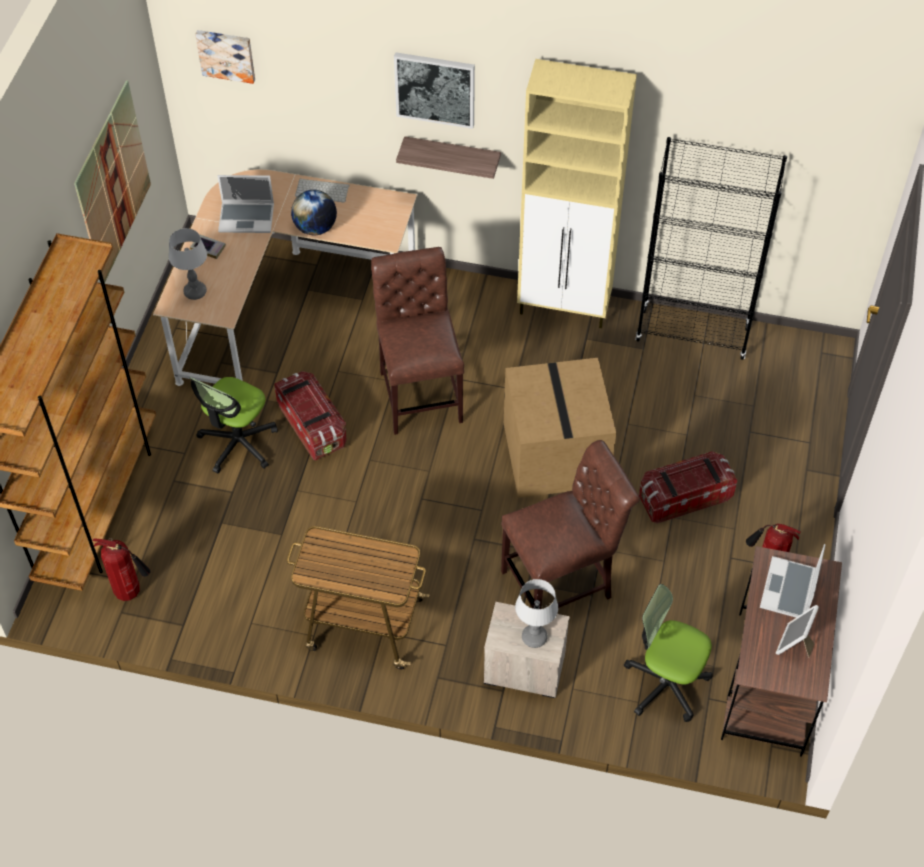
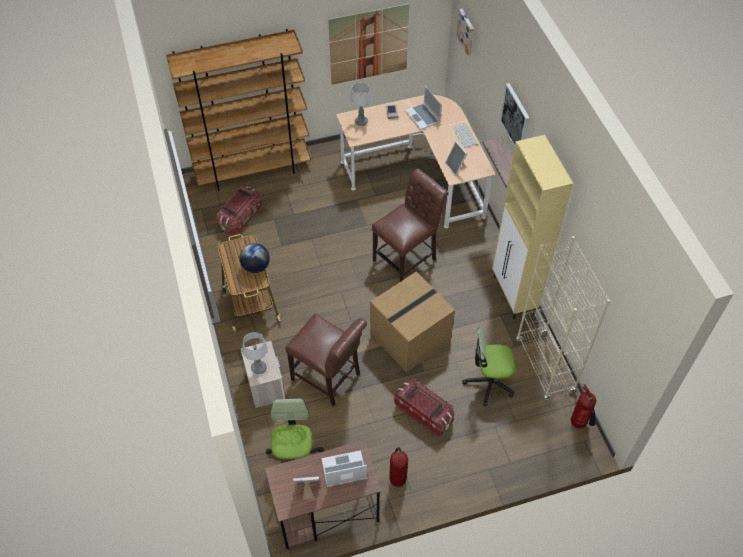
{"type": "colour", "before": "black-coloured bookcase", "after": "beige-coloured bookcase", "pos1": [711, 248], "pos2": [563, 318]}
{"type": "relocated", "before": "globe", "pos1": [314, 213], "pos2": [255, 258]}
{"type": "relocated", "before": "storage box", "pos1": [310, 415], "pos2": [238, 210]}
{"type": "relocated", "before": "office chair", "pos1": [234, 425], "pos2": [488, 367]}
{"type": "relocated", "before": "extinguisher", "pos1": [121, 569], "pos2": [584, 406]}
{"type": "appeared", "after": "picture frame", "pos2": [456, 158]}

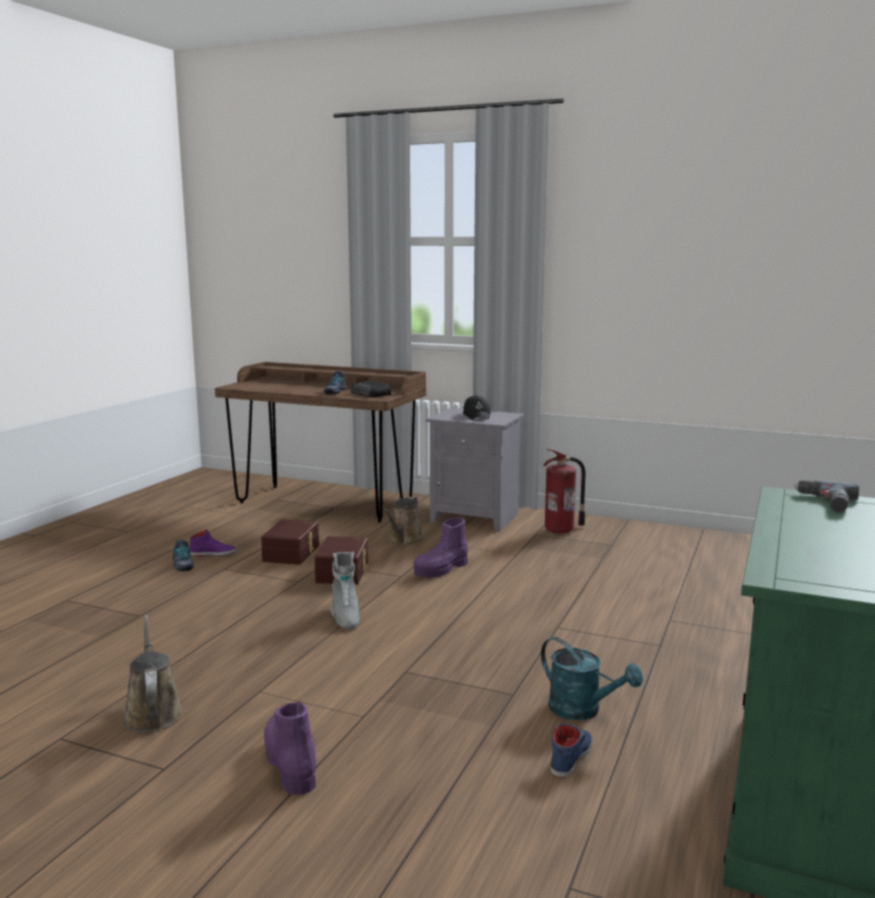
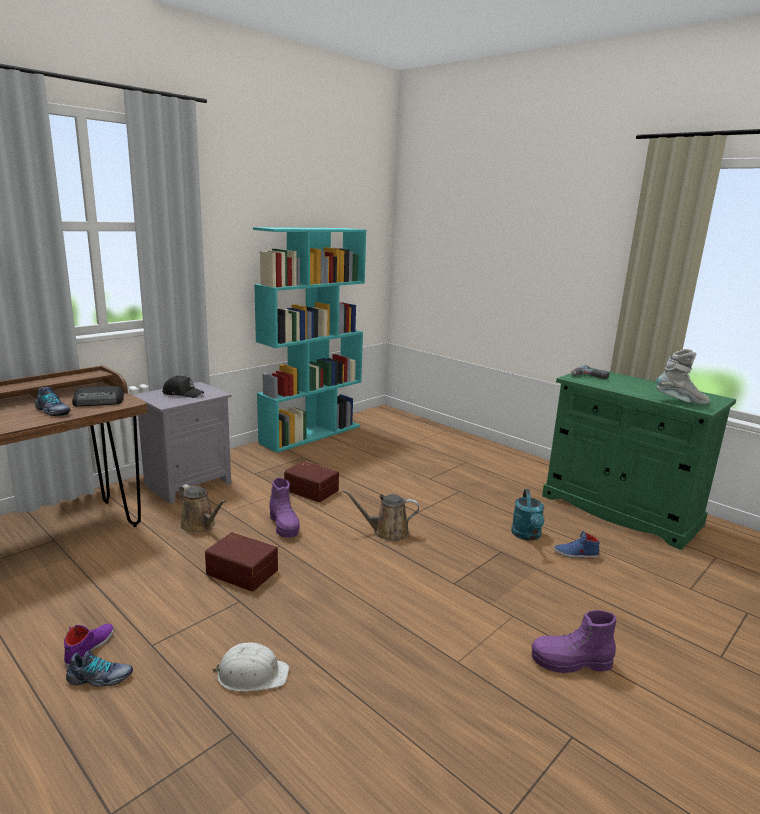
{"type": "missing", "before": "extinguisher", "pos1": [564, 491]}
{"type": "relocated", "before": "brown-coloured storage box", "pos1": [290, 542], "pos2": [311, 481]}
{"type": "relocated", "before": "gray boot", "pos1": [345, 590], "pos2": [683, 377]}
{"type": "relocated", "before": "brown-coloured watering can", "pos1": [153, 673], "pos2": [381, 515]}
{"type": "spun", "before": "blue-green watering can", "pos1": [592, 678], "pos2": [527, 515], "turn": 120}
{"type": "spun", "before": "bluish item of footwear", "pos1": [571, 750], "pos2": [577, 545], "turn": -45}
{"type": "appeared", "after": "blue-green bookcase", "pos2": [310, 340]}
{"type": "appeared", "after": "white hard hat", "pos2": [250, 667]}

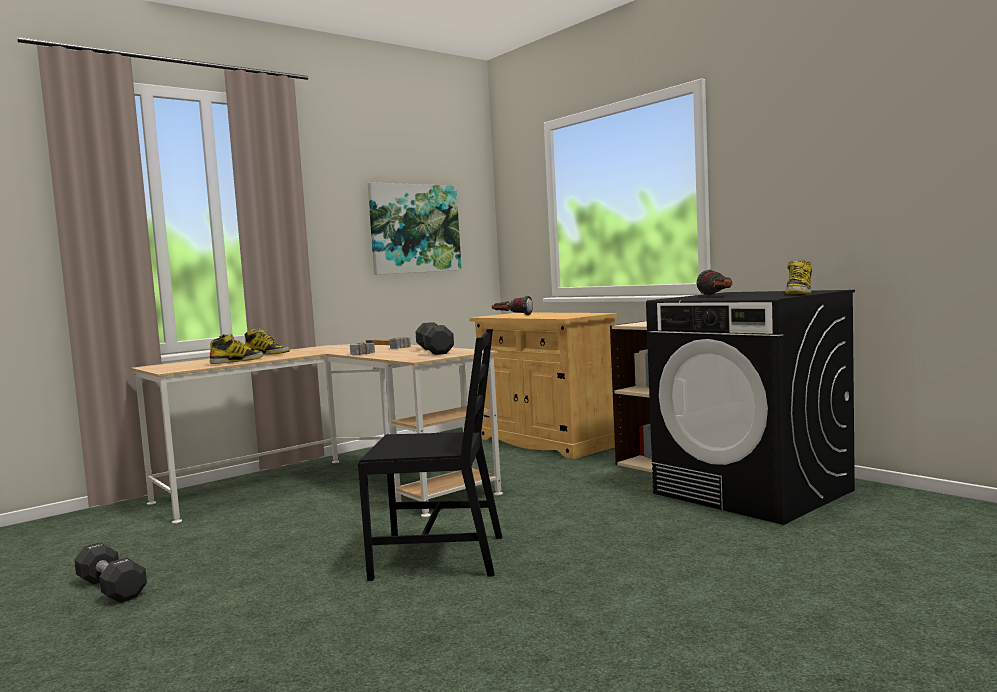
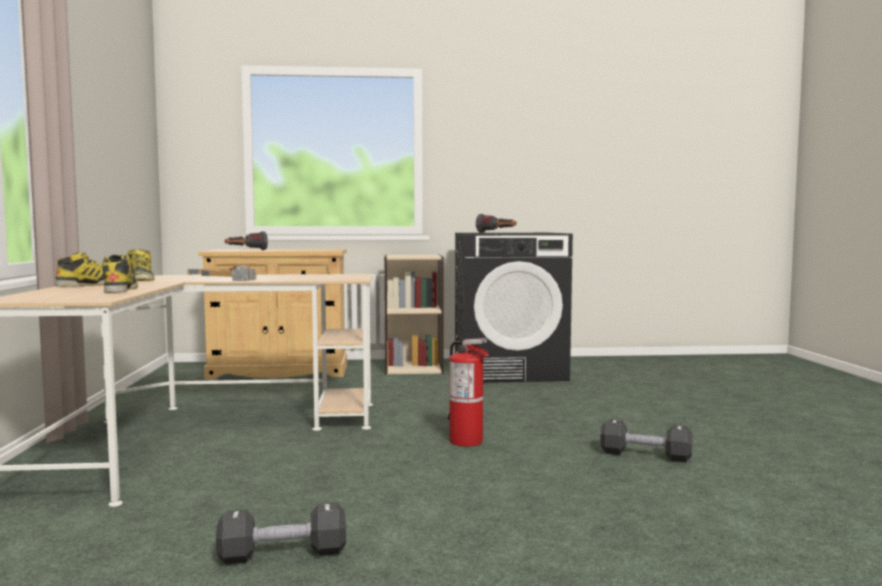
{"type": "missing", "before": "wall picture", "pos1": [415, 228]}
{"type": "relocated", "before": "boot", "pos1": [798, 277], "pos2": [141, 265]}
{"type": "relocated", "before": "black-coloured free weight", "pos1": [434, 338], "pos2": [646, 440]}
{"type": "exchanged", "before": "black-coloured chair", "after": "extinguisher", "pos1": [430, 455], "pos2": [468, 392]}

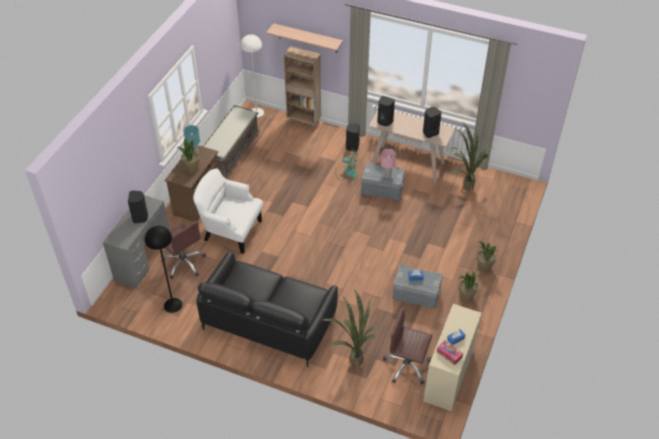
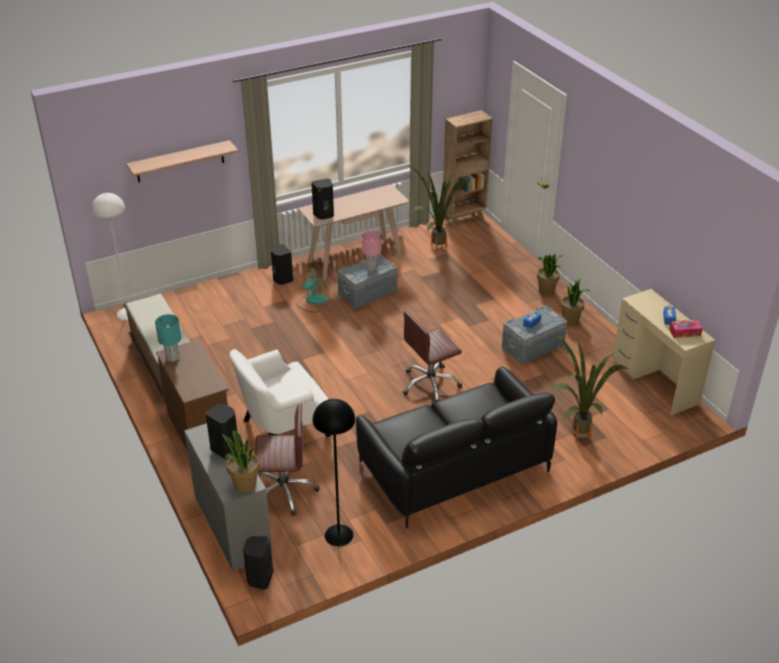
{"type": "relocated", "before": "brown-coloured bookcase", "pos1": [302, 89], "pos2": [468, 168]}
{"type": "relocated", "before": "black-coloured audio speaker", "pos1": [432, 122], "pos2": [258, 563]}
{"type": "relocated", "before": "houseplant", "pos1": [188, 155], "pos2": [240, 461]}
{"type": "relocated", "before": "brown-coloured office chair", "pos1": [407, 346], "pos2": [432, 356]}

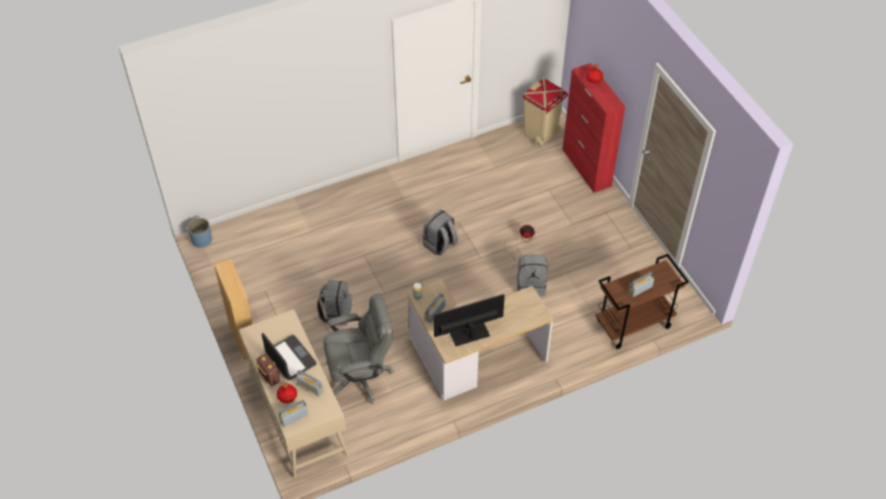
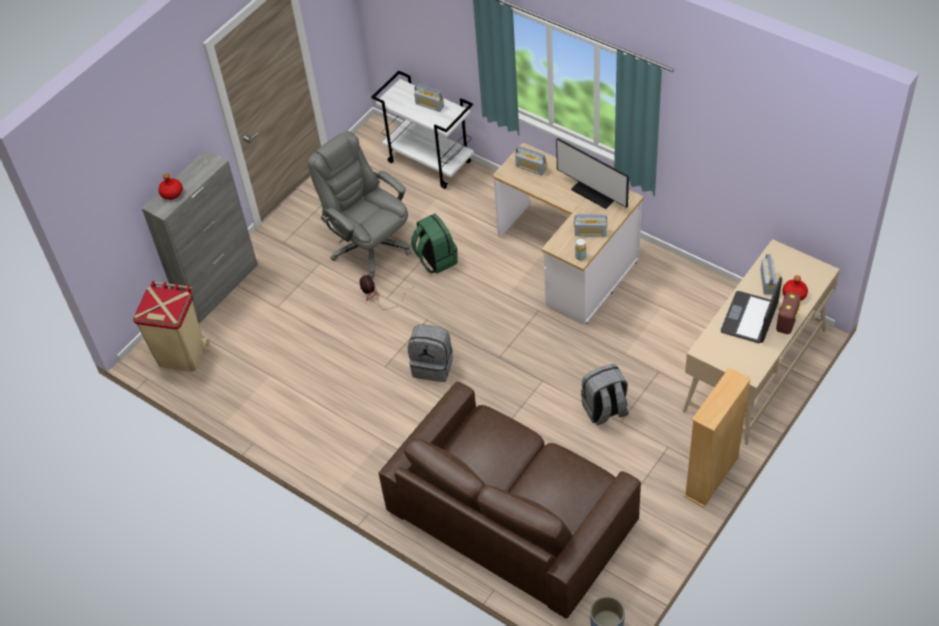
{"type": "colour", "before": "reddish cabinet", "after": "gray cabinet", "pos1": [594, 128], "pos2": [200, 236]}
{"type": "colour", "before": "brown-coloured trolley", "after": "white trolley", "pos1": [642, 301], "pos2": [422, 130]}
{"type": "colour", "before": "gray backpack", "after": "green-coloured backpack", "pos1": [532, 275], "pos2": [434, 244]}
{"type": "relocated", "before": "gray office chair", "pos1": [358, 348], "pos2": [360, 205]}
{"type": "relocated", "before": "radio receiver", "pos1": [293, 413], "pos2": [531, 160]}
{"type": "appeared", "after": "brown-coloured couch", "pos2": [510, 500]}

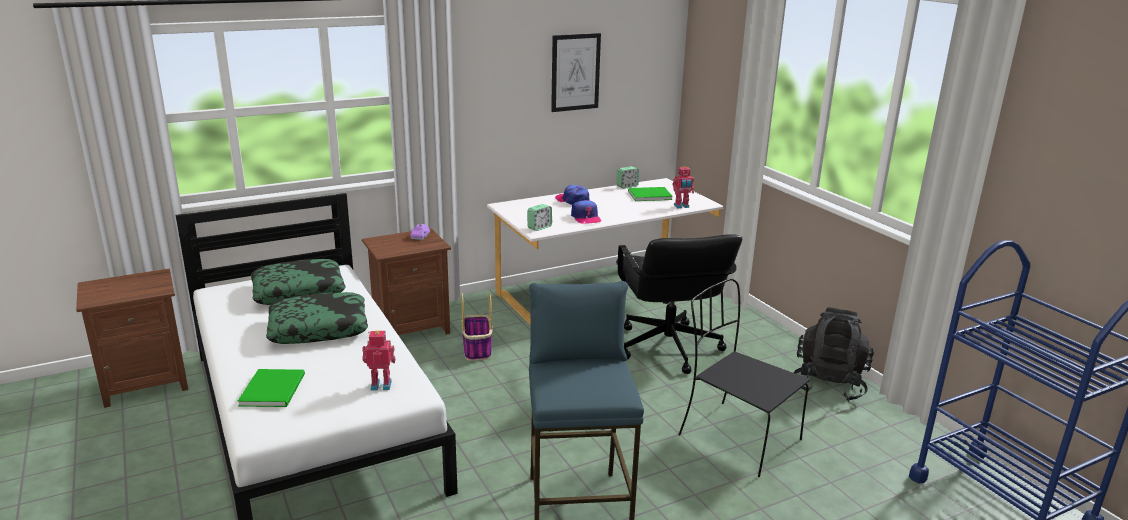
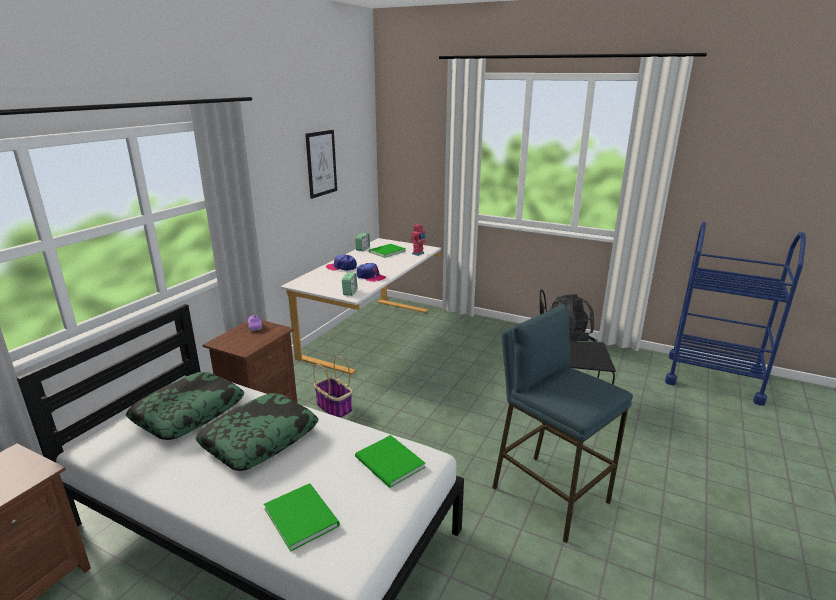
{"type": "missing", "before": "black-coloured office chair", "pos1": [679, 304]}
{"type": "exchanged", "before": "model robot", "after": "green-coloured book", "pos1": [378, 360], "pos2": [390, 461]}

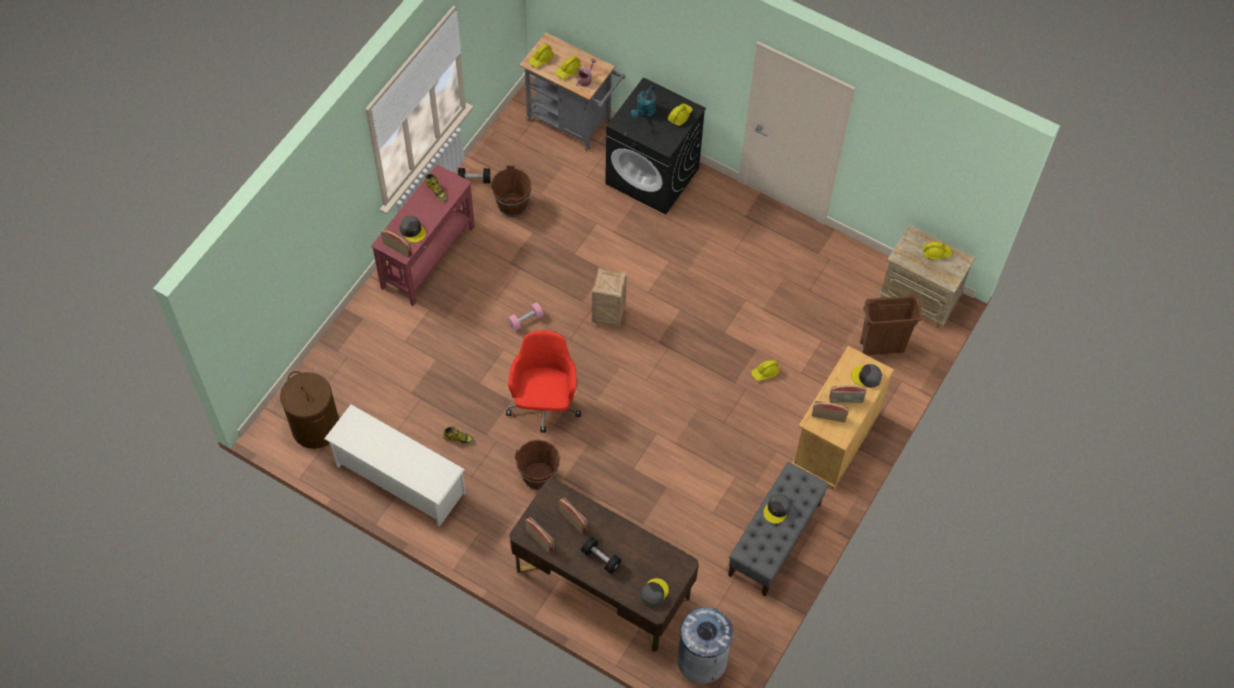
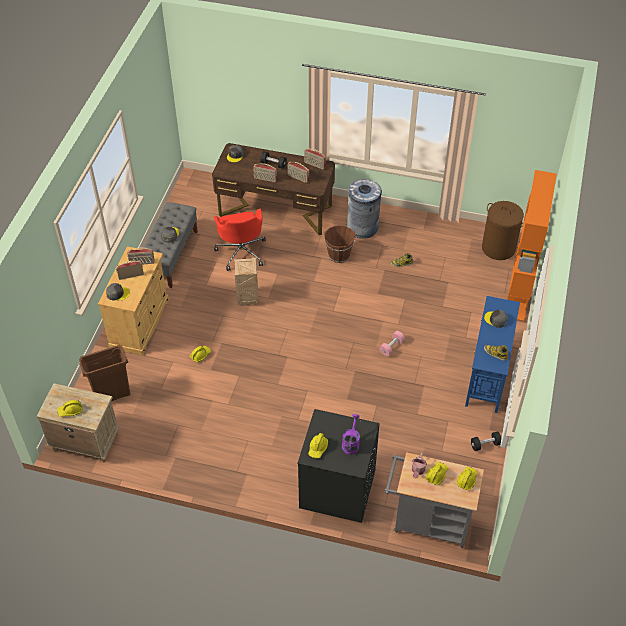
{"type": "colour", "before": "blue-green watering can", "after": "purple watering can", "pos1": [643, 101], "pos2": [351, 434]}
{"type": "colour", "before": "reddish narrow table", "after": "bluish narrow table", "pos1": [423, 235], "pos2": [492, 354]}
{"type": "missing", "before": "brown-coloured water bucket", "pos1": [511, 191]}
{"type": "relocated", "before": "radio receiver", "pos1": [396, 243], "pos2": [265, 172]}
{"type": "relocated", "before": "packing crate", "pos1": [609, 298], "pos2": [246, 281]}
{"type": "relocated", "before": "reddish office chair", "pos1": [543, 381], "pos2": [240, 240]}
{"type": "missing", "before": "white shoe stand", "pos1": [395, 465]}
{"type": "relocated", "before": "gray rubbish bin", "pos1": [705, 645], "pos2": [364, 209]}
{"type": "appeared", "after": "orange bookcase", "pos2": [532, 245]}

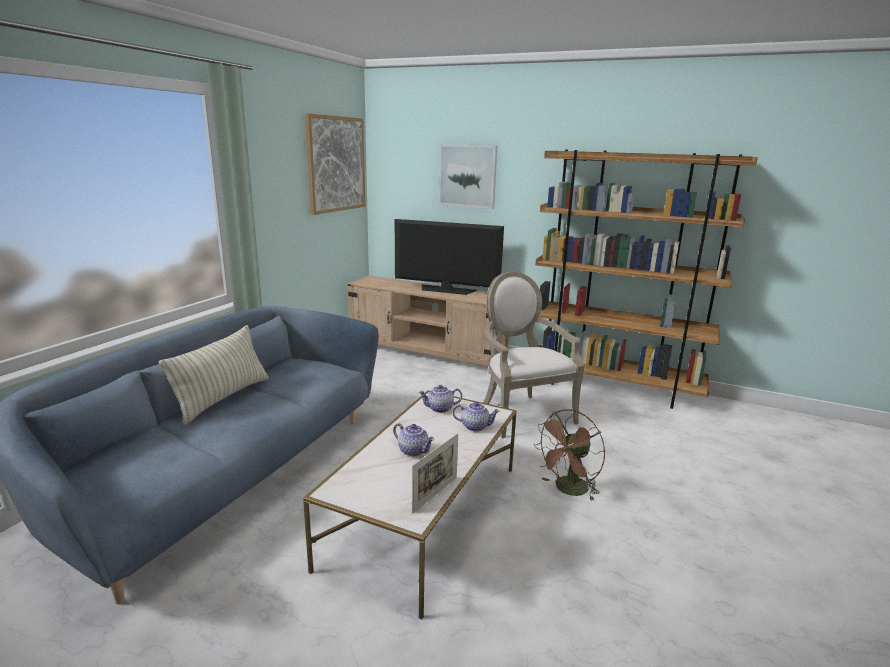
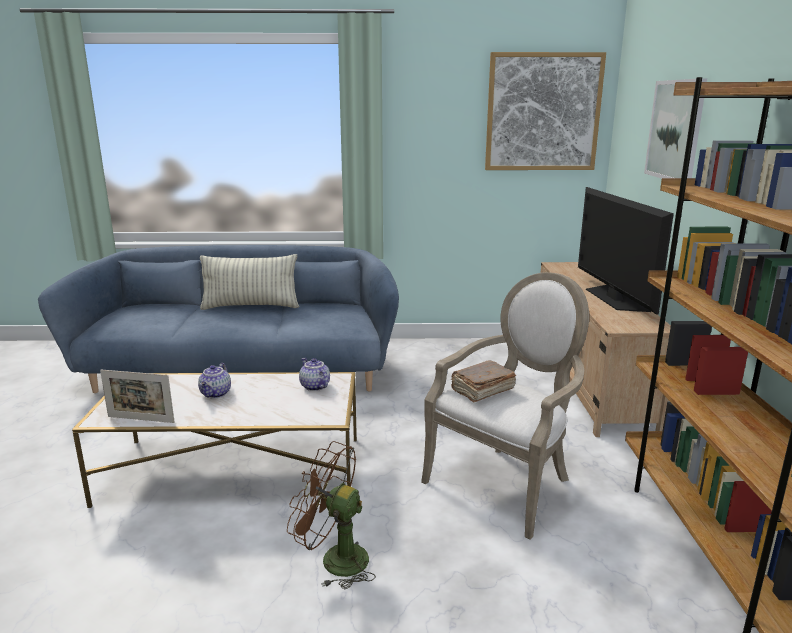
{"type": "missing", "before": "tea pot", "pos1": [476, 416]}
{"type": "appeared", "after": "brown-coloured book", "pos2": [483, 381]}

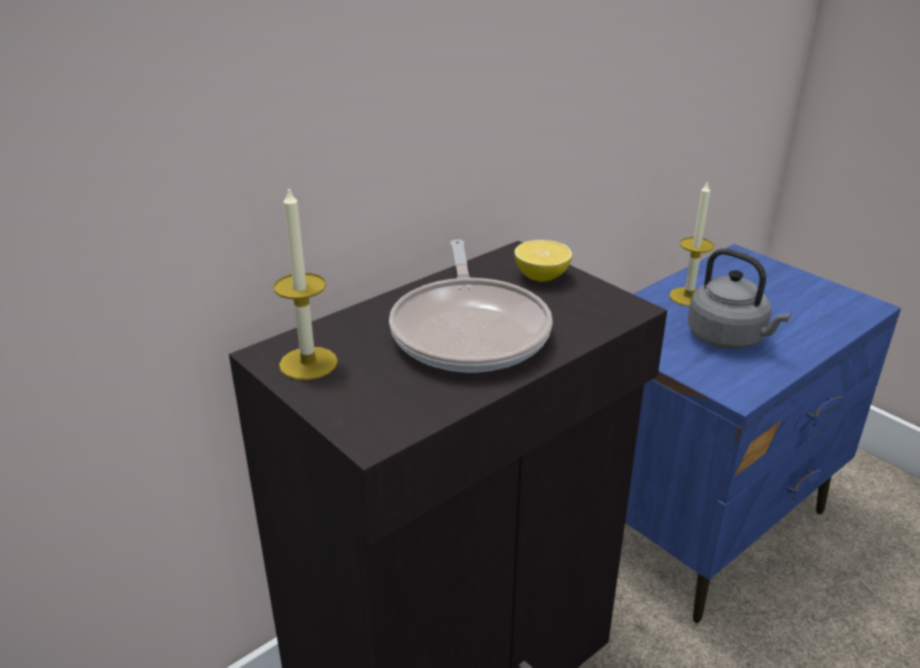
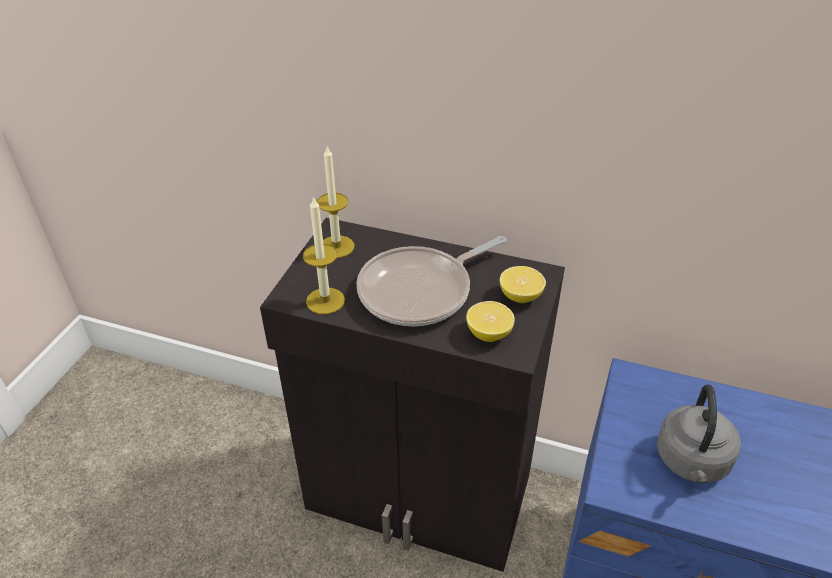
{"type": "relocated", "before": "candle", "pos1": [692, 243], "pos2": [324, 255]}
{"type": "appeared", "after": "whole lemon", "pos2": [490, 321]}

